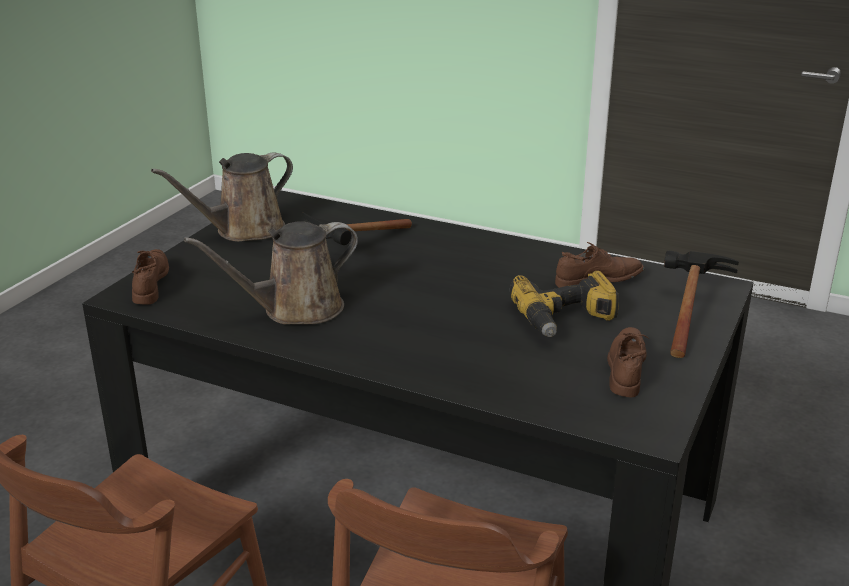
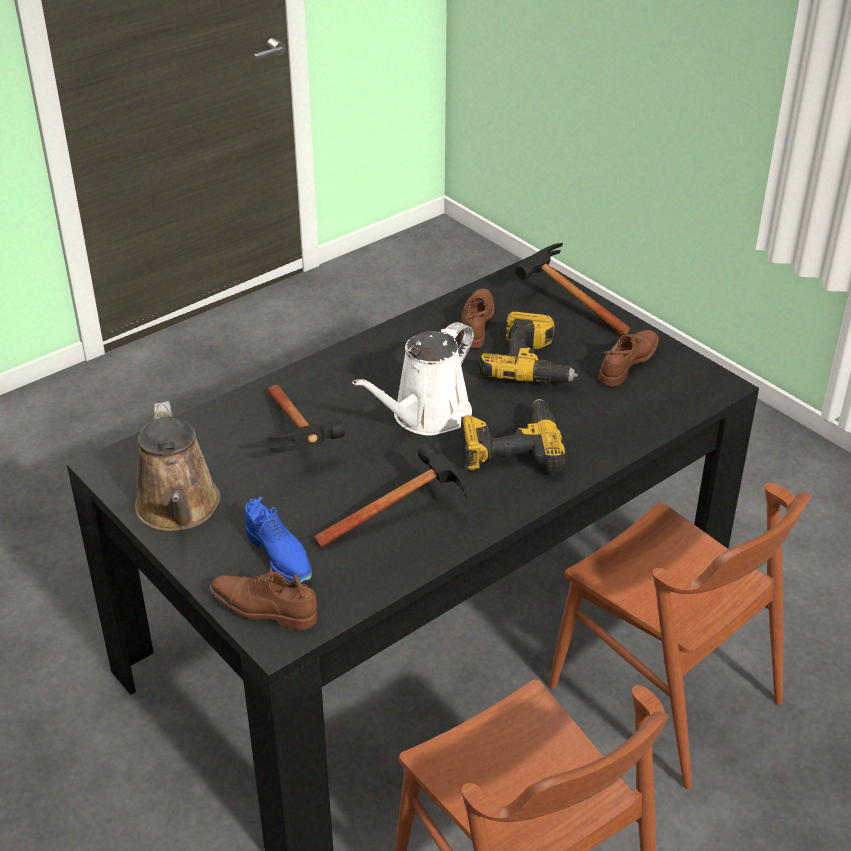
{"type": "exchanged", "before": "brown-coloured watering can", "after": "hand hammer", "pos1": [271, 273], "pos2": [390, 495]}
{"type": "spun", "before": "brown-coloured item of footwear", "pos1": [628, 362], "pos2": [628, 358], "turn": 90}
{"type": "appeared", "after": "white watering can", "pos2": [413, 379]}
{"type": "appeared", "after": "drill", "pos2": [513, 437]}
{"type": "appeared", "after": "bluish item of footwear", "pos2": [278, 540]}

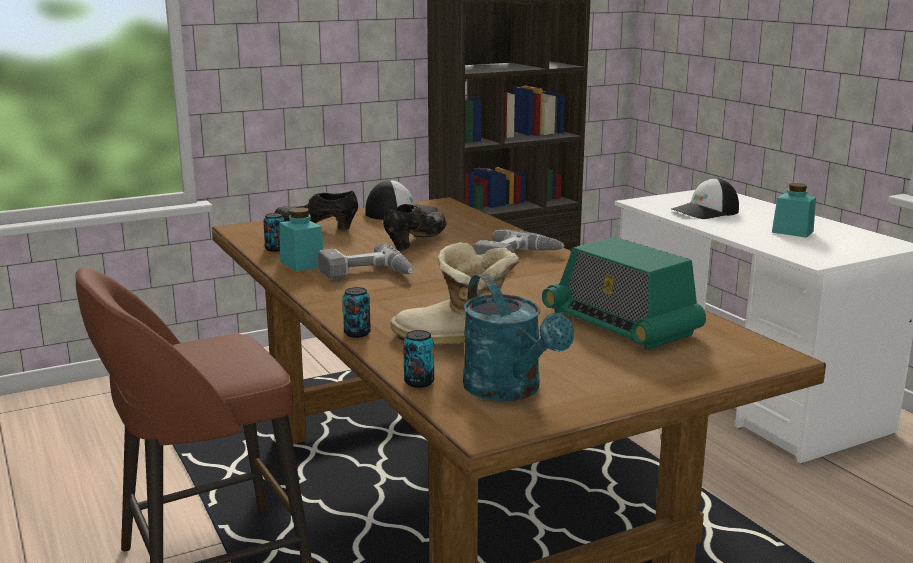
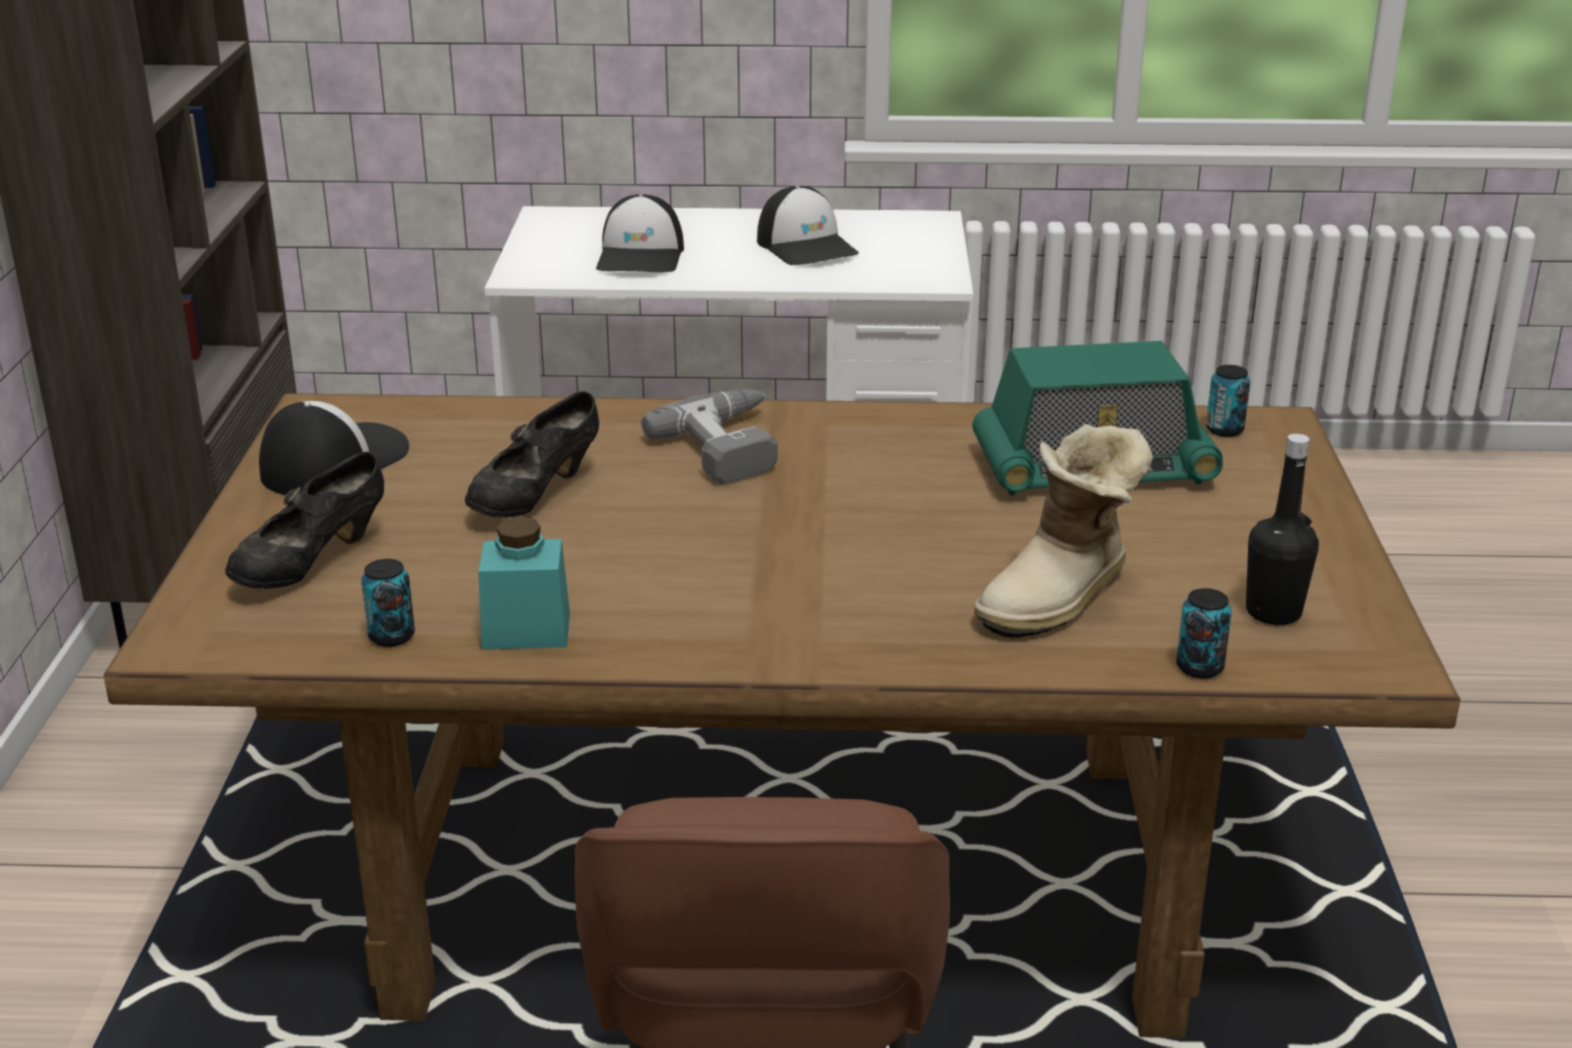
{"type": "exchanged", "before": "blue-green preserve jar", "after": "cap", "pos1": [794, 210], "pos2": [808, 225]}
{"type": "spun", "before": "black-coloured item of footwear", "pos1": [414, 227], "pos2": [532, 454], "turn": -120}
{"type": "missing", "before": "drill", "pos1": [365, 261]}
{"type": "exchanged", "before": "blue-green watering can", "after": "black-coloured bottle", "pos1": [518, 337], "pos2": [1282, 529]}
{"type": "relocated", "before": "metal can", "pos1": [357, 312], "pos2": [1228, 401]}

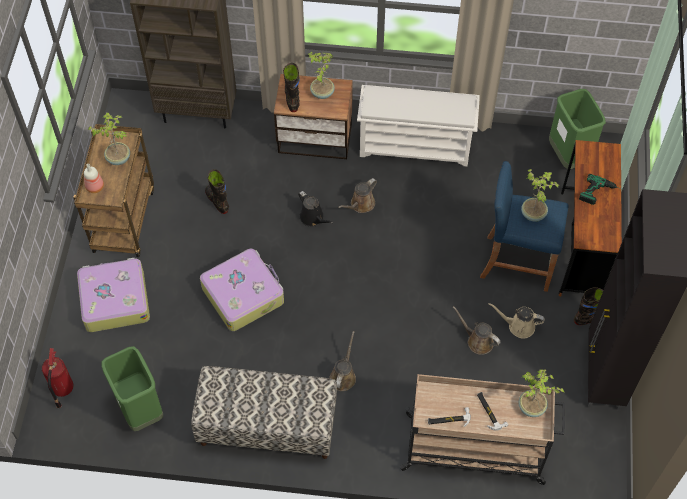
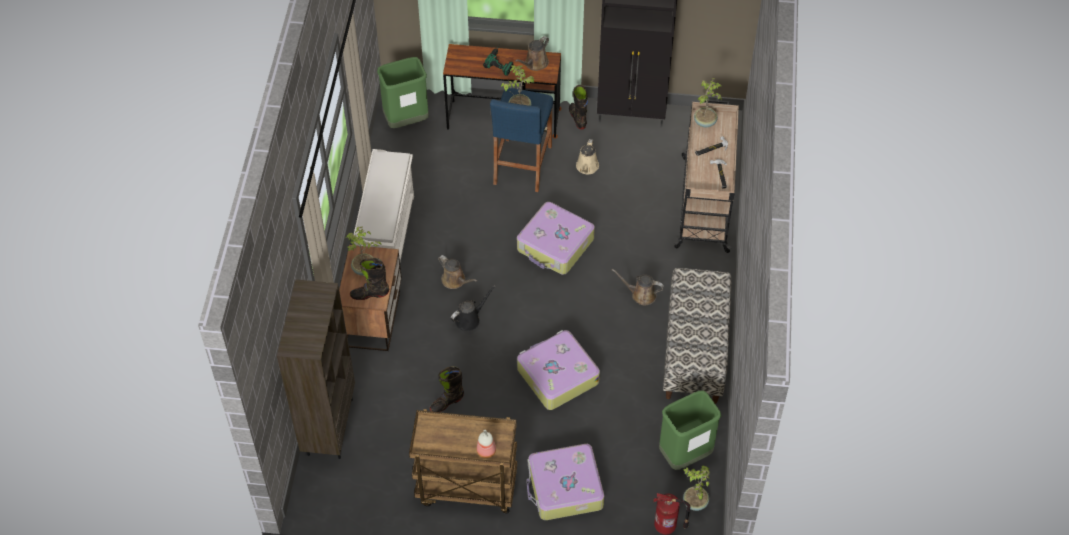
{"type": "relocated", "before": "houseplant", "pos1": [109, 138], "pos2": [696, 488]}
{"type": "relocated", "before": "brown-coloured watering can", "pos1": [477, 330], "pos2": [532, 53]}
{"type": "appeared", "after": "piece of luggage", "pos2": [556, 238]}

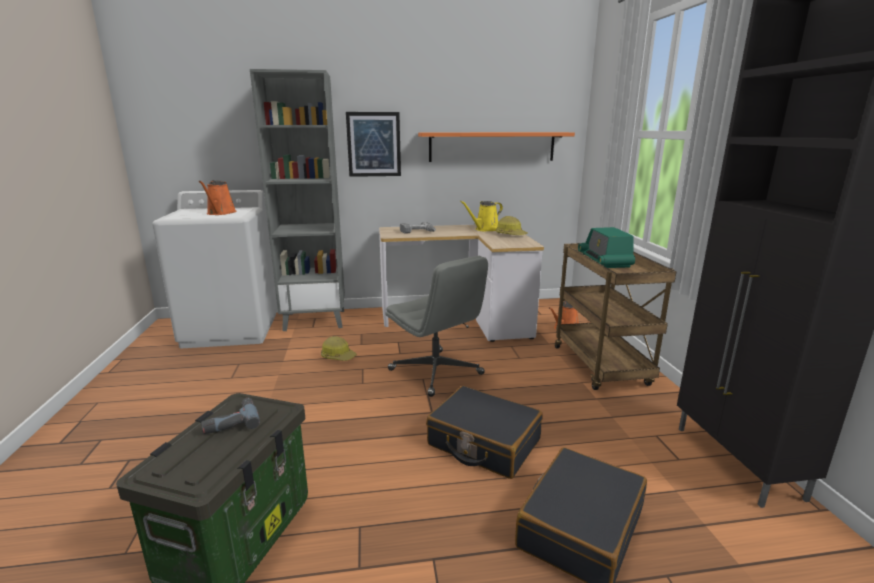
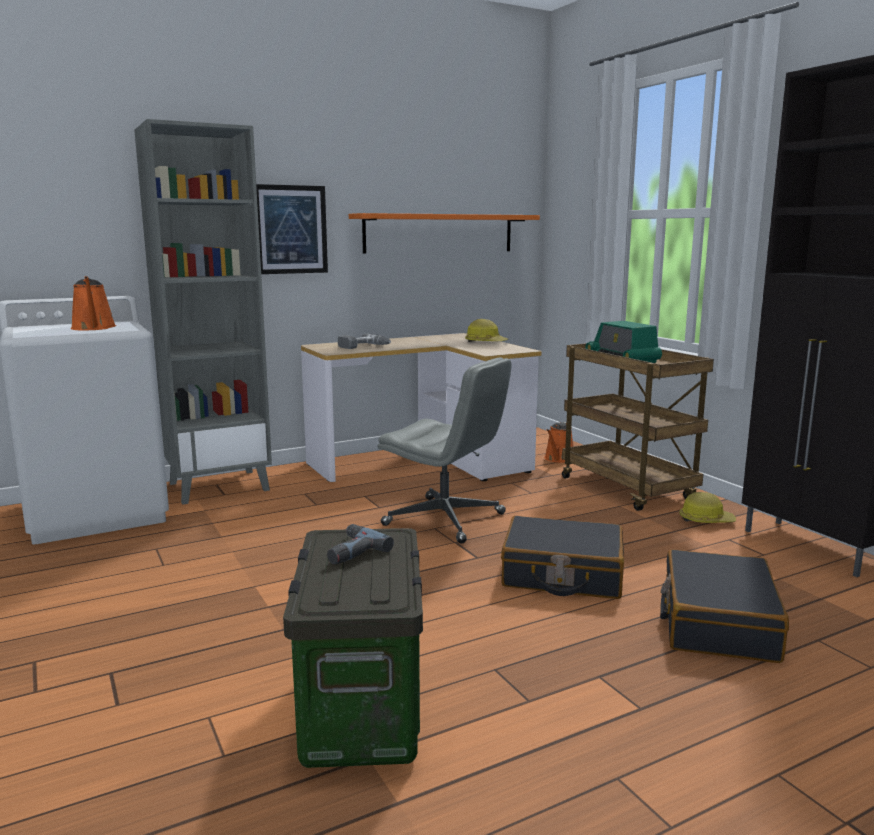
{"type": "missing", "before": "yellow-coloured watering can", "pos1": [481, 216]}
{"type": "relocated", "before": "hard hat", "pos1": [339, 348], "pos2": [707, 507]}

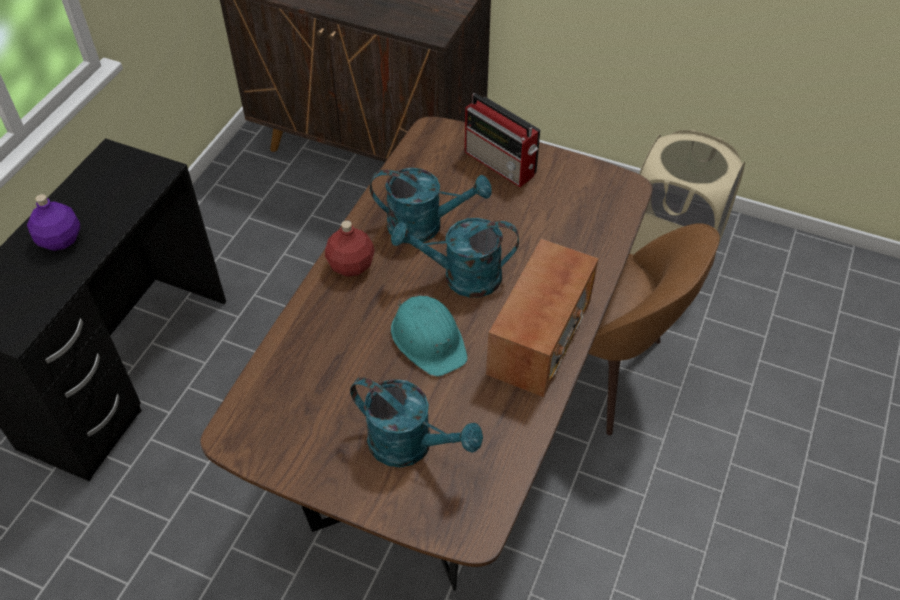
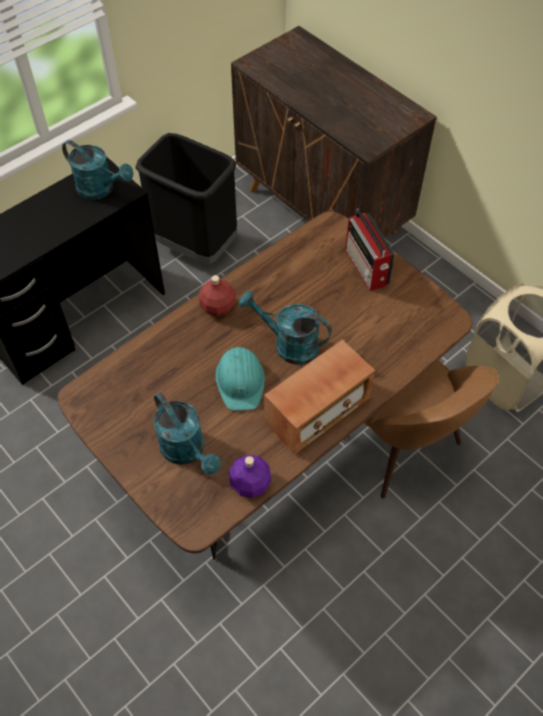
{"type": "relocated", "before": "blue-green watering can", "pos1": [431, 205], "pos2": [98, 170]}
{"type": "relocated", "before": "purple bottle", "pos1": [53, 222], "pos2": [250, 476]}
{"type": "appeared", "after": "black-coloured rubbish bin", "pos2": [186, 198]}

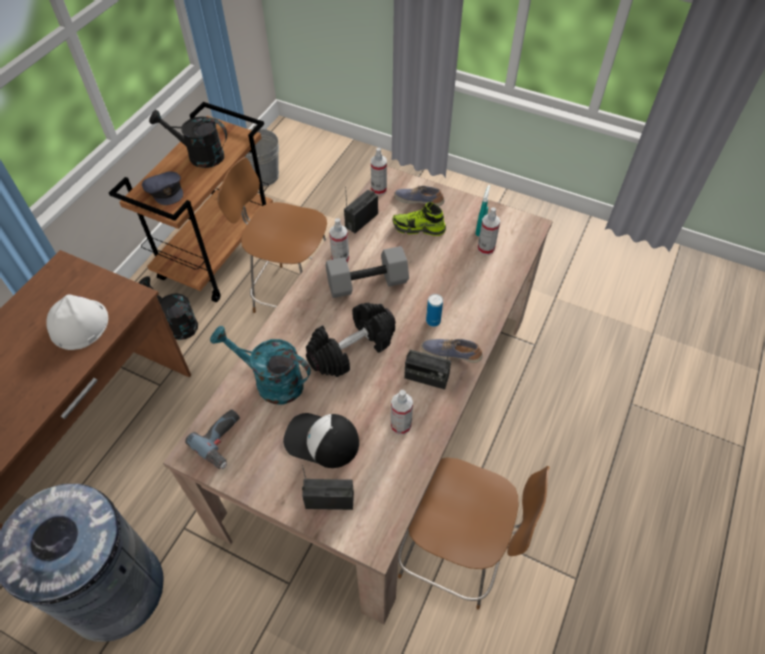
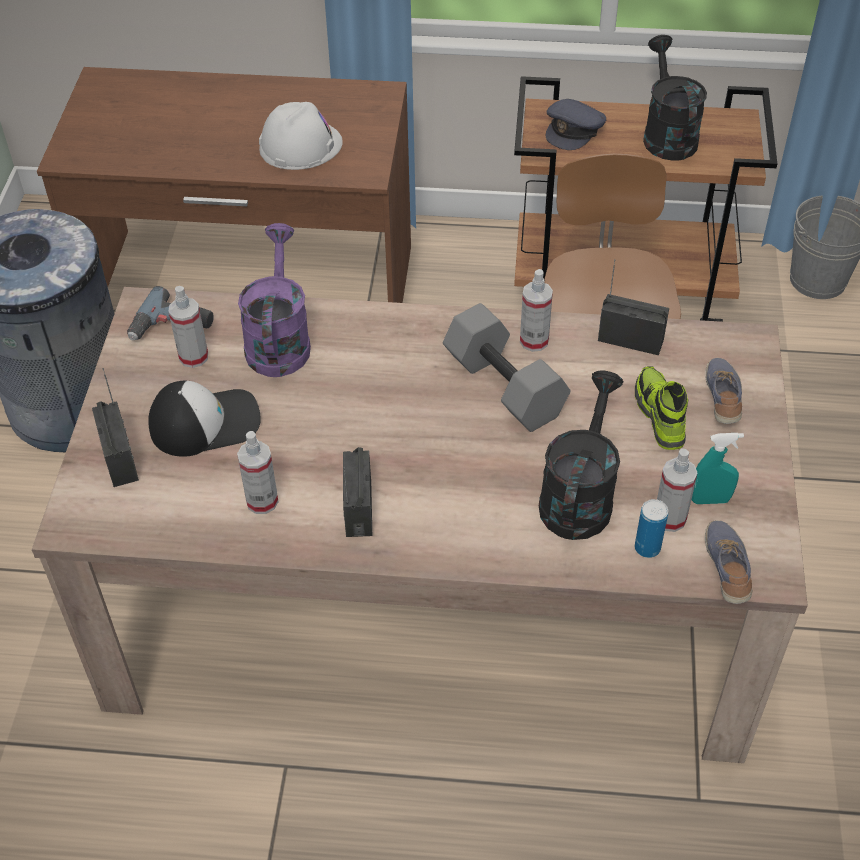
{"type": "relocated", "before": "sprayer", "pos1": [379, 171], "pos2": [188, 327]}
{"type": "relocated", "before": "black-coloured watering can", "pos1": [168, 308], "pos2": [581, 455]}
{"type": "relocated", "before": "metal can", "pos1": [434, 310], "pos2": [651, 528]}
{"type": "missing", "before": "black-coloured free weight", "pos1": [350, 340]}
{"type": "colour", "before": "blue-green watering can", "after": "purple watering can", "pos1": [260, 365], "pos2": [274, 300]}
{"type": "relocated", "before": "item of footwear", "pos1": [452, 351], "pos2": [728, 562]}
{"type": "spun", "before": "cap", "pos1": [321, 440], "pos2": [204, 419], "turn": 75}
{"type": "missing", "before": "brown-coloured chair", "pos1": [473, 533]}

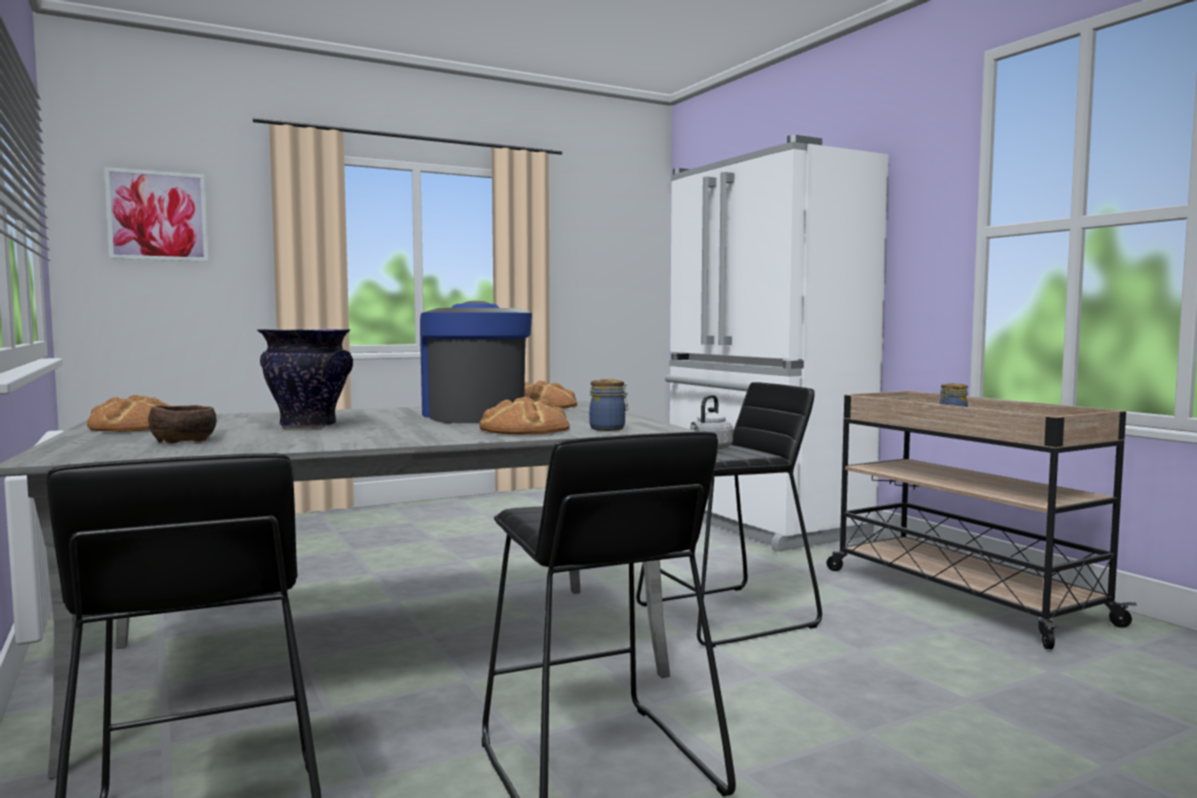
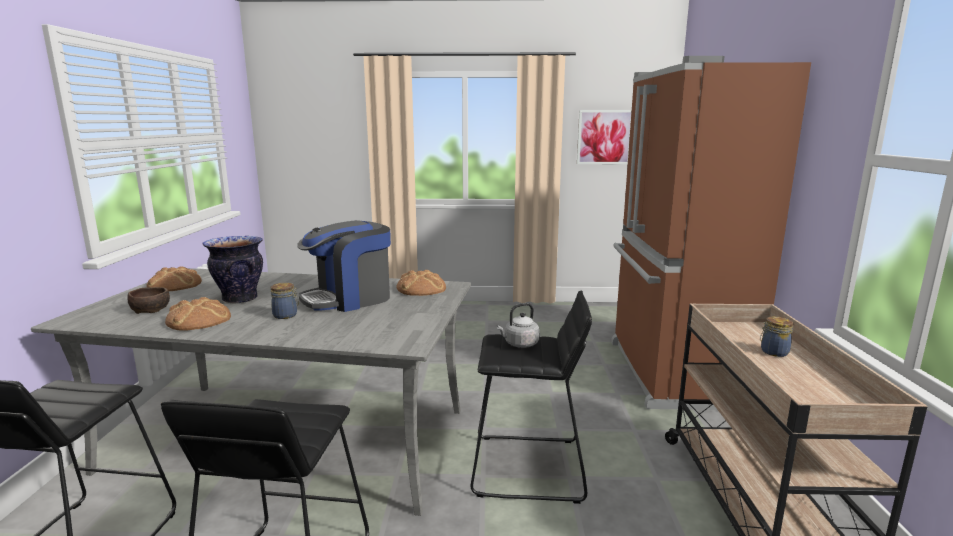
{"type": "colour", "before": "white kitchen fridge", "after": "brown-coloured kitchen fridge", "pos1": [776, 343], "pos2": [711, 233]}
{"type": "relocated", "before": "wall picture", "pos1": [156, 214], "pos2": [604, 137]}
{"type": "spun", "before": "coffee maker", "pos1": [476, 362], "pos2": [344, 266], "turn": -135}
{"type": "relocated", "before": "preserve jar", "pos1": [608, 405], "pos2": [285, 301]}
{"type": "relocated", "before": "baked bread", "pos1": [524, 415], "pos2": [198, 313]}

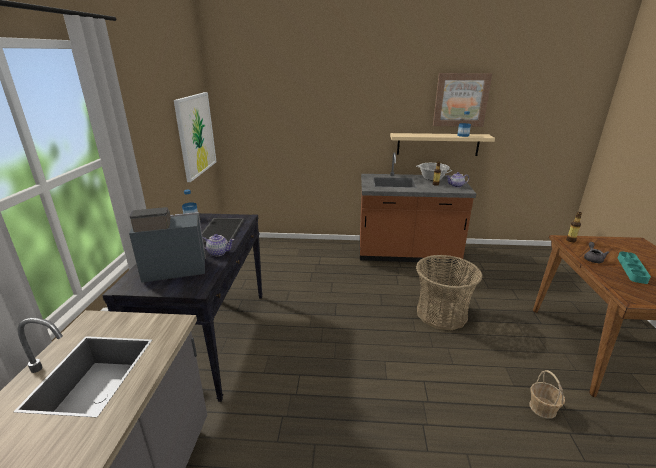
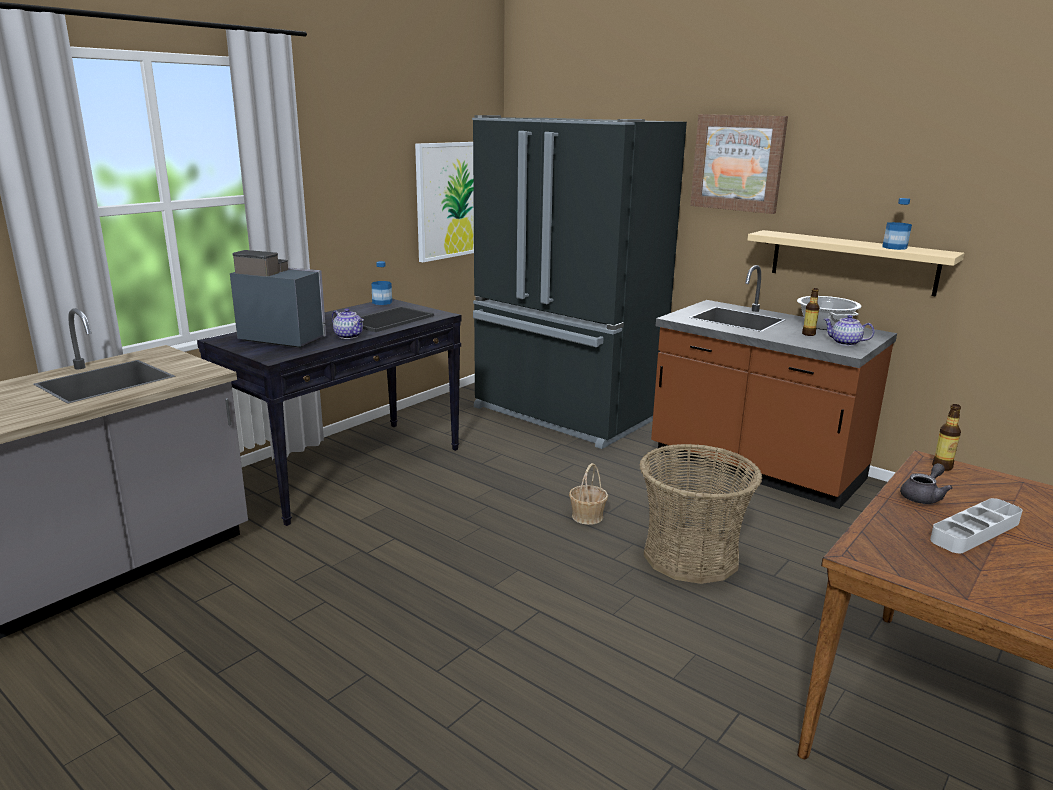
{"type": "relocated", "before": "wall picture", "pos1": [462, 100], "pos2": [739, 164]}
{"type": "colour", "before": "blue-green carrying tray", "after": "gray carrying tray", "pos1": [634, 267], "pos2": [976, 525]}
{"type": "relocated", "before": "household basket", "pos1": [547, 394], "pos2": [588, 494]}
{"type": "appeared", "after": "black-coloured kitchen fridge", "pos2": [579, 282]}

